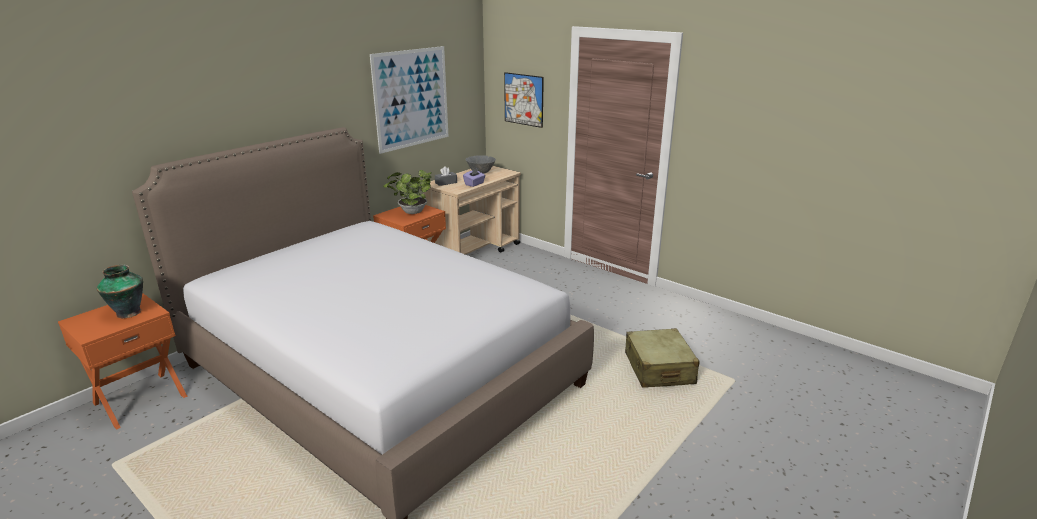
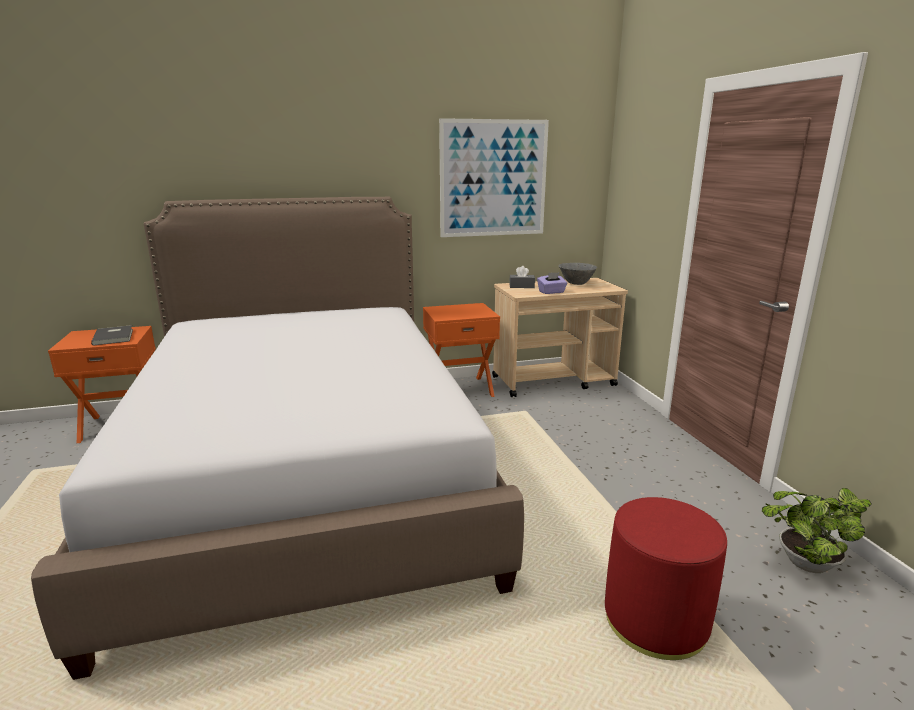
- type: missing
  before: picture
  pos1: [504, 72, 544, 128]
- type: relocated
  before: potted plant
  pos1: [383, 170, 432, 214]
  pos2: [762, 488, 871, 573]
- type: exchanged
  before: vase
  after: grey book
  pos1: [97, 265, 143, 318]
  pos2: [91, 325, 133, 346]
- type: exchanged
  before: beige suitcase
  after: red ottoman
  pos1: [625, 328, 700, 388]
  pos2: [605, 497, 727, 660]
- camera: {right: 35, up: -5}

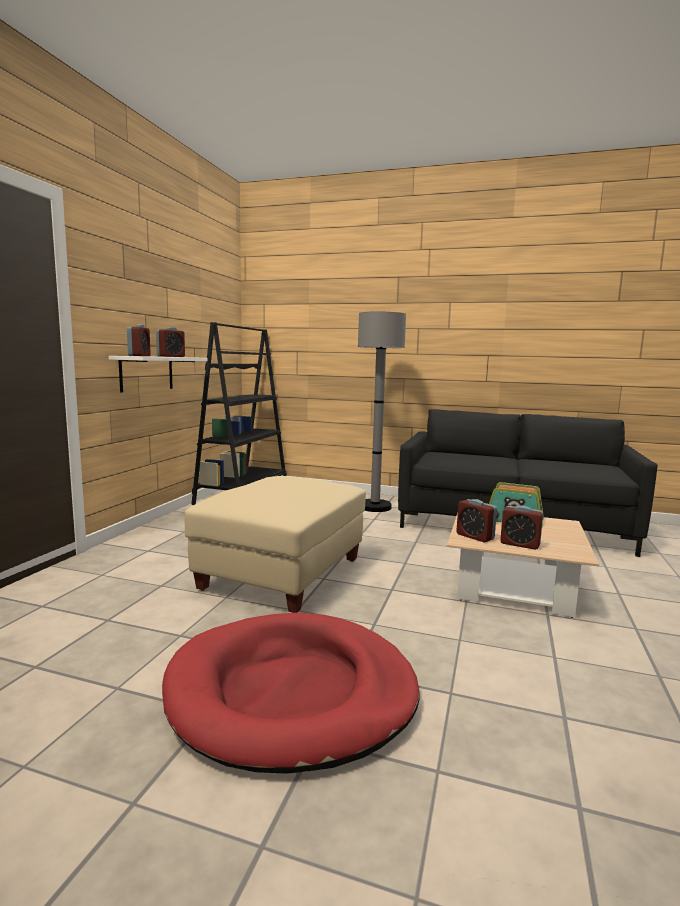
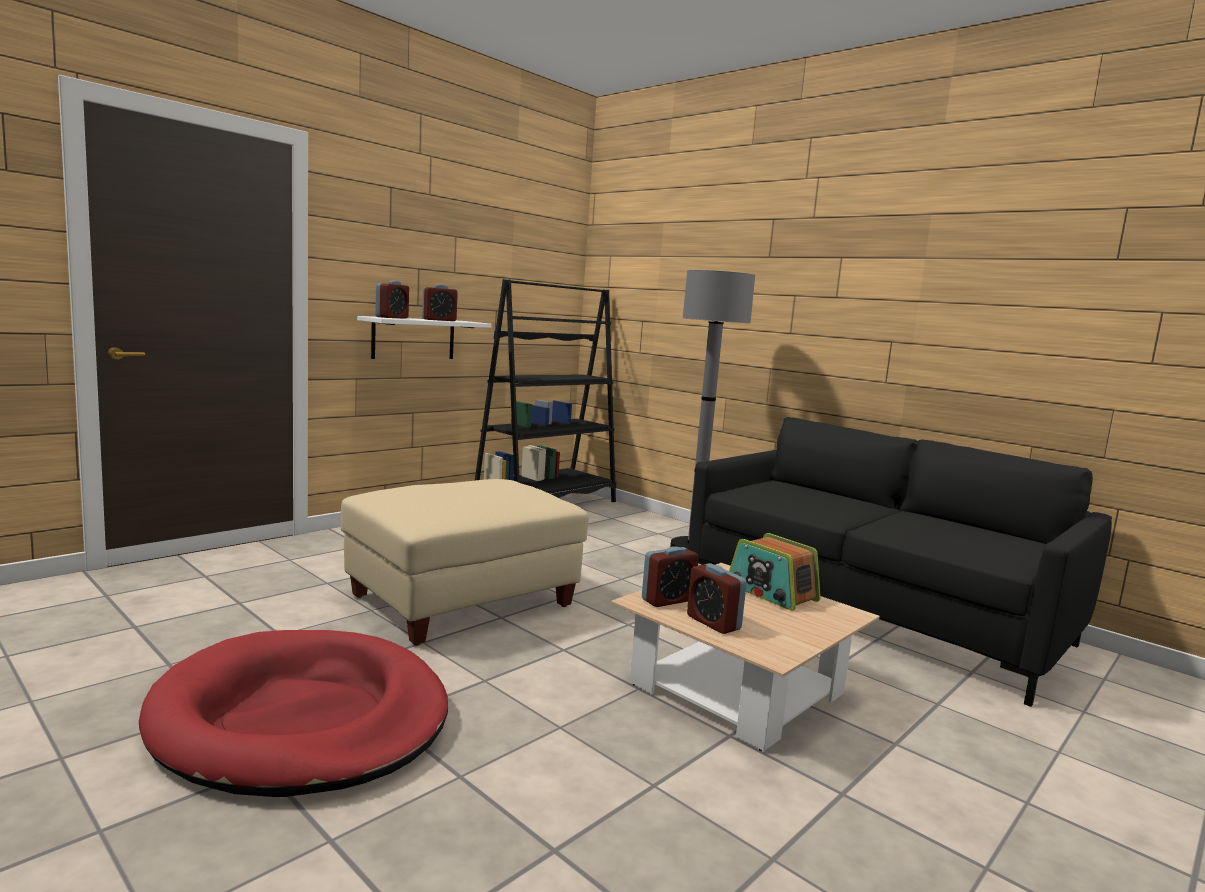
- type: spun
  before: alarm clock
  pos1: [456, 499, 497, 542]
  pos2: [642, 546, 699, 607]
  turn: -105
- camera: {right: 25, up: 0}

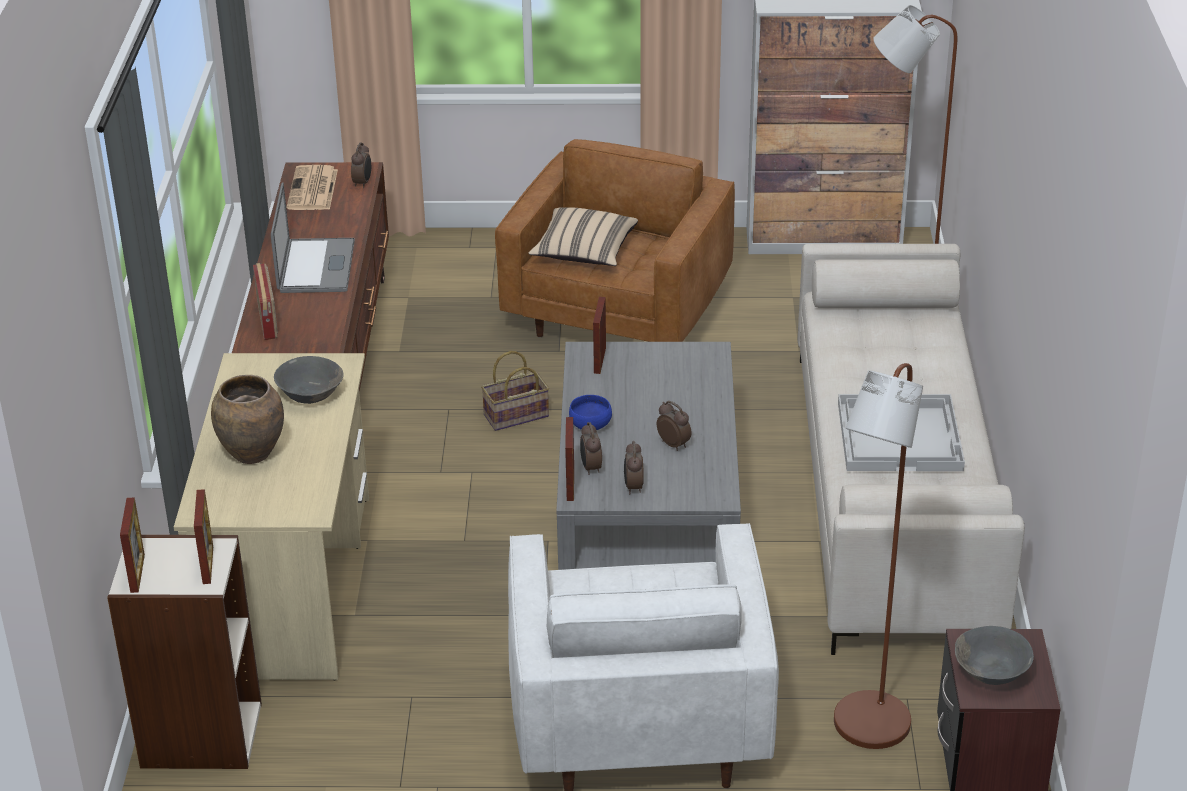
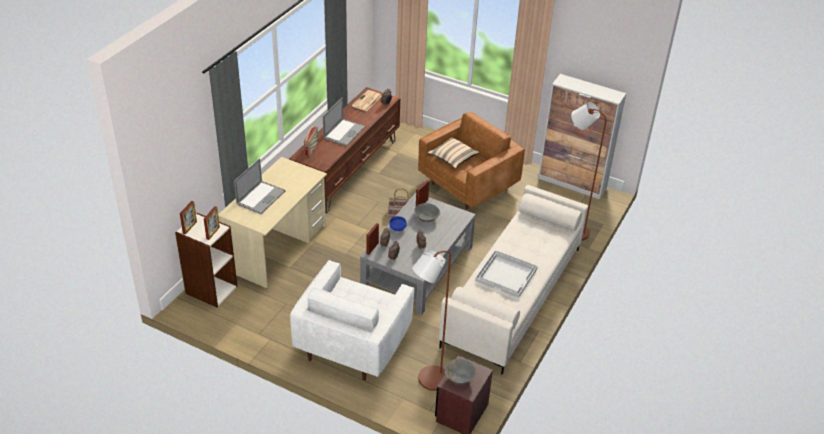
- type: relocated
  before: grey bowl
  pos1: [274, 356, 344, 404]
  pos2: [414, 203, 440, 222]
- type: exchanged
  before: brown vase
  after: laptop
  pos1: [211, 375, 284, 464]
  pos2: [234, 158, 286, 214]
- camera: {right: 25, up: 5}

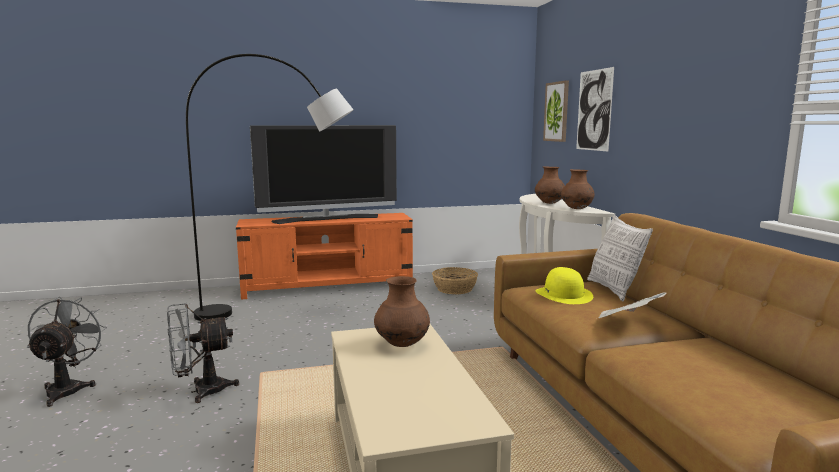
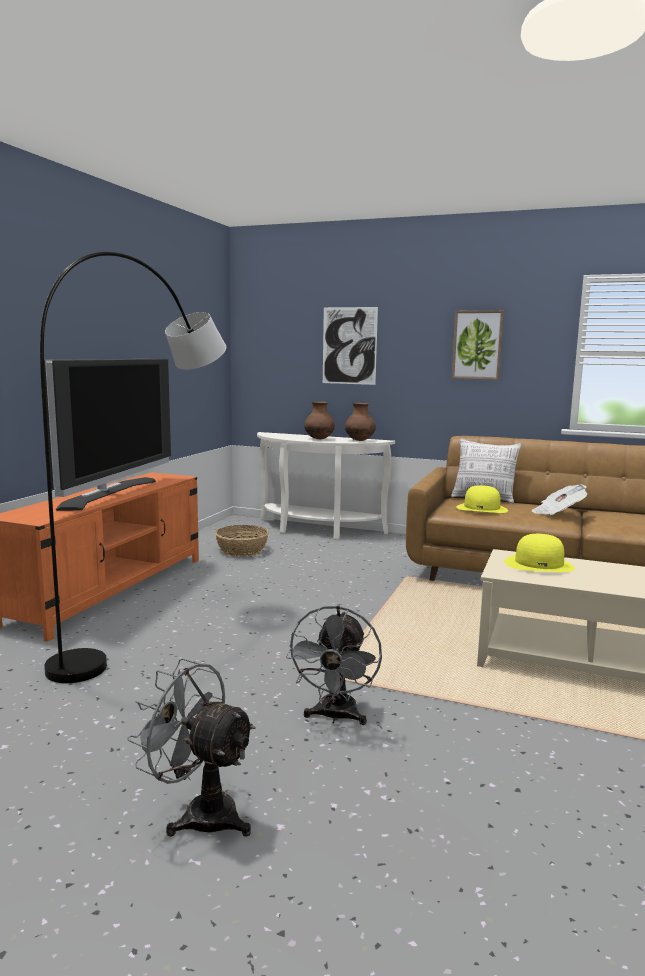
- type: relocated
  before: picture
  pos1: [543, 80, 569, 142]
  pos2: [452, 310, 504, 380]
- type: exchanged
  before: brown vase
  after: yellow hat
  pos1: [374, 276, 430, 347]
  pos2: [504, 534, 575, 572]
- camera: {right: -55, up: 0}

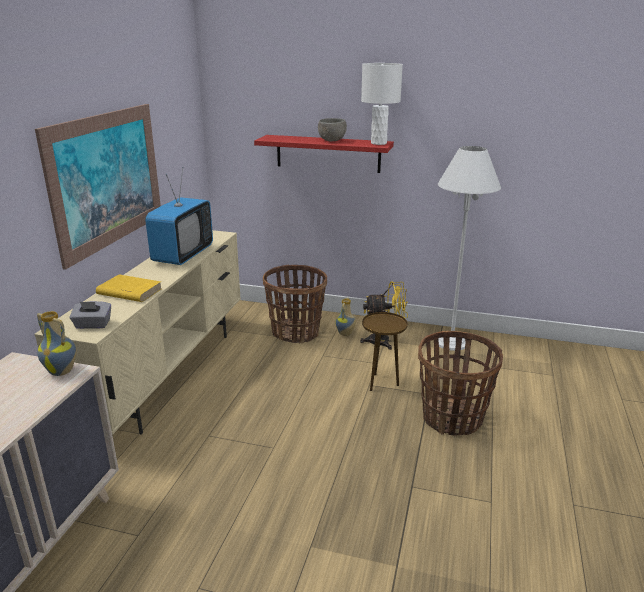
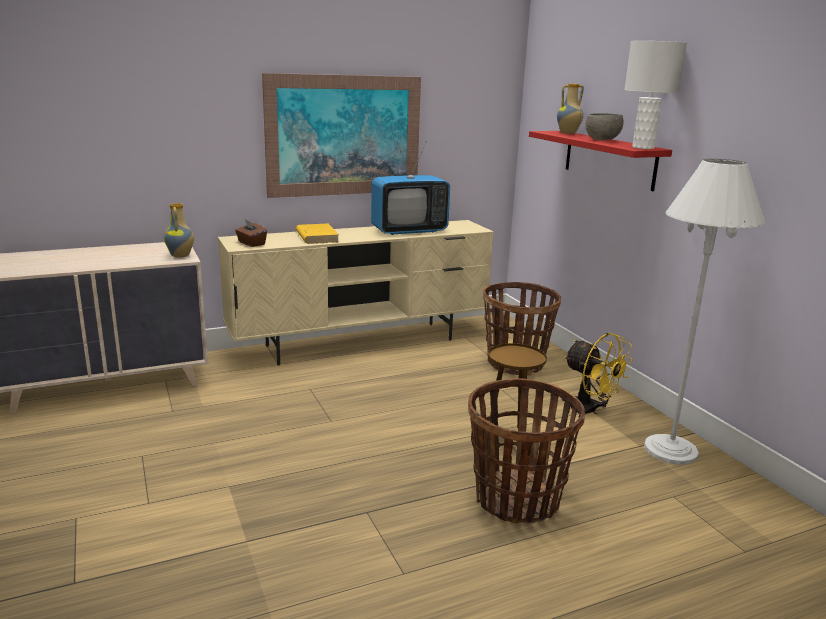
- type: relocated
  before: vase
  pos1: [335, 298, 356, 336]
  pos2: [557, 84, 584, 134]
- type: colour
  before: grey tissue box
  after: brown tissue box
  pos1: [69, 301, 111, 329]
  pos2: [235, 220, 267, 247]
- camera: {right: 50, up: -5}

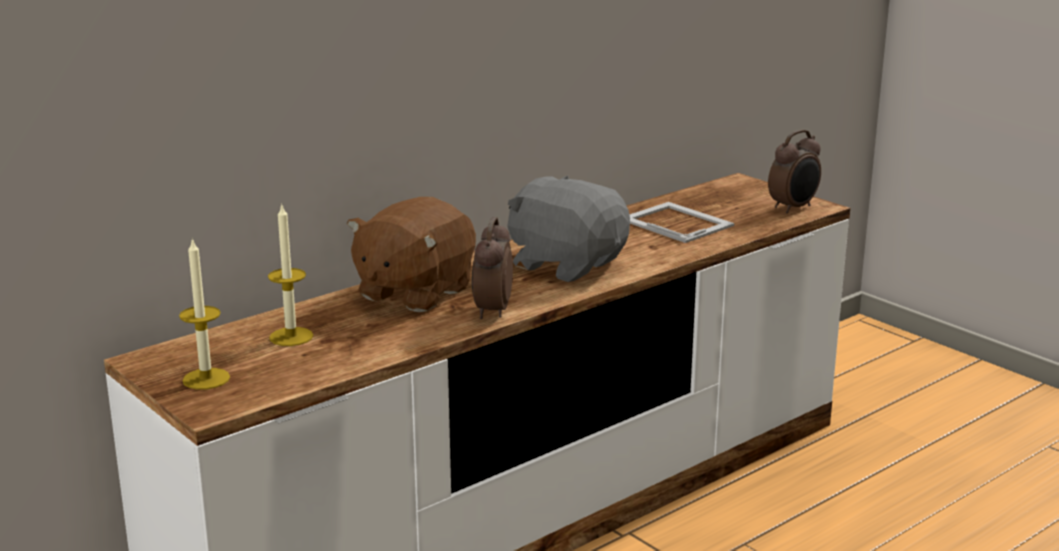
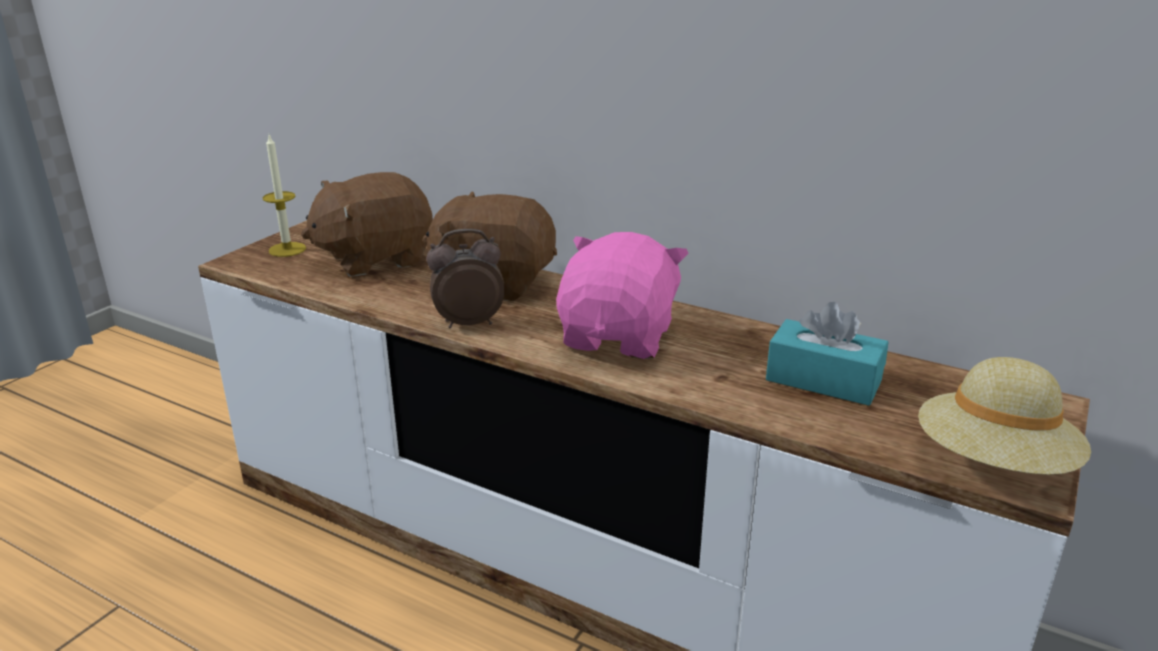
- type: exchanged
  before: candle
  after: brown plush toy
  pos1: [268, 205, 313, 346]
  pos2: [301, 172, 433, 277]
- type: exchanged
  before: picture frame
  after: turquoise tissue box
  pos1: [629, 202, 734, 243]
  pos2: [766, 302, 889, 406]
- type: exchanged
  before: alarm clock
  after: beige hat
  pos1: [768, 129, 821, 213]
  pos2: [918, 357, 1091, 475]
- type: colour
  before: grey plush toy
  after: pink plush toy
  pos1: [507, 175, 630, 282]
  pos2: [556, 232, 689, 359]
- camera: {right: 70, up: 5}

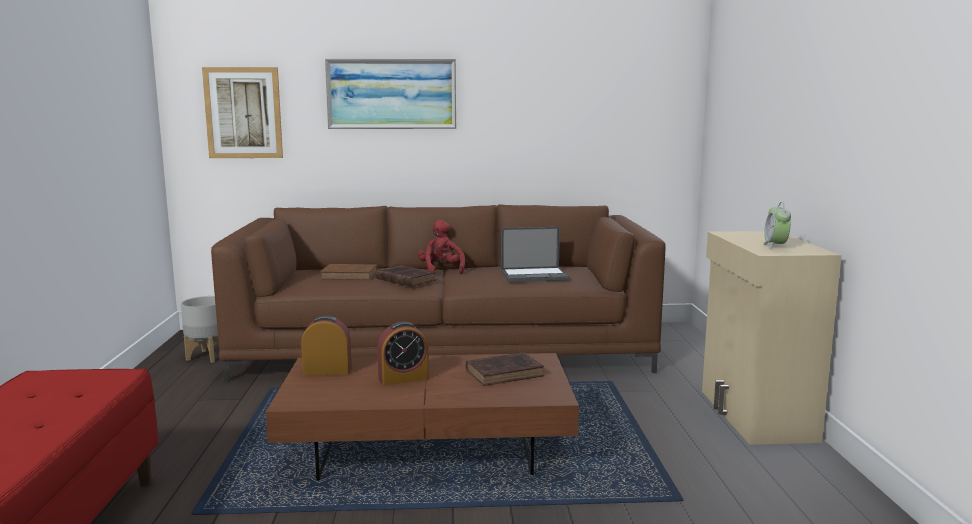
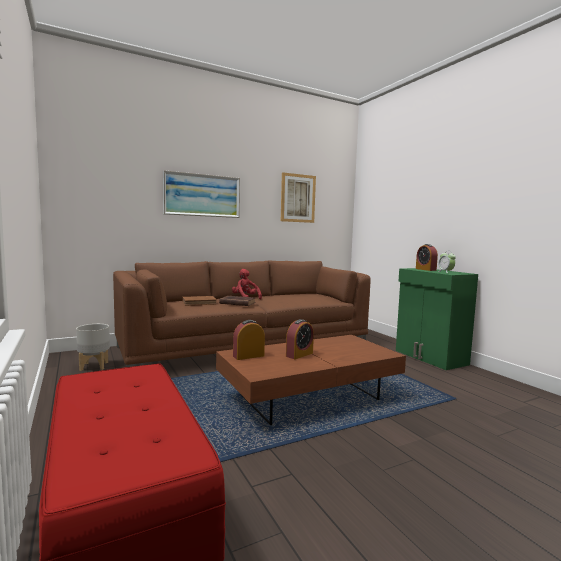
- type: missing
  before: brown book
  pos1: [466, 352, 544, 386]
- type: missing
  before: laptop
  pos1: [501, 227, 570, 282]
- type: appeared
  after: alarm clock
  pos2: [416, 244, 438, 271]
- type: relocated
  before: picture
  pos1: [202, 67, 283, 158]
  pos2: [281, 172, 316, 223]
- type: colour
  before: beige cabinet
  after: green cabinet
  pos1: [702, 231, 842, 445]
  pos2: [396, 268, 478, 370]
- camera: {right: -25, up: -5}

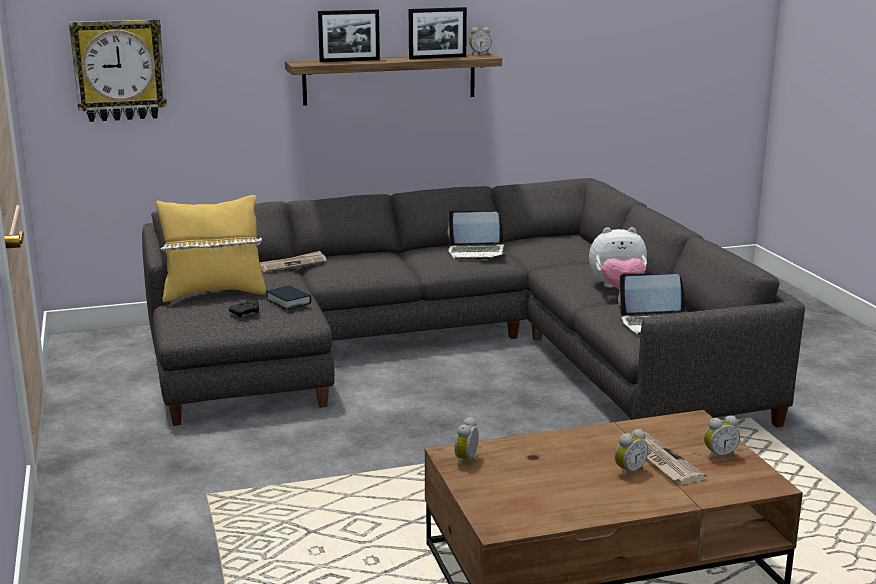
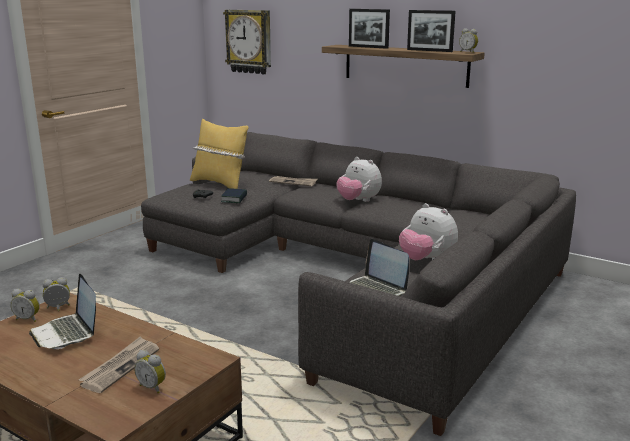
- type: appeared
  after: plush toy
  pos2: [336, 157, 382, 202]
- type: relocated
  before: laptop
  pos1: [448, 210, 506, 260]
  pos2: [29, 274, 96, 349]
- type: relocated
  before: alarm clock
  pos1: [615, 429, 648, 478]
  pos2: [10, 289, 40, 322]
- camera: {right: 50, up: 0}

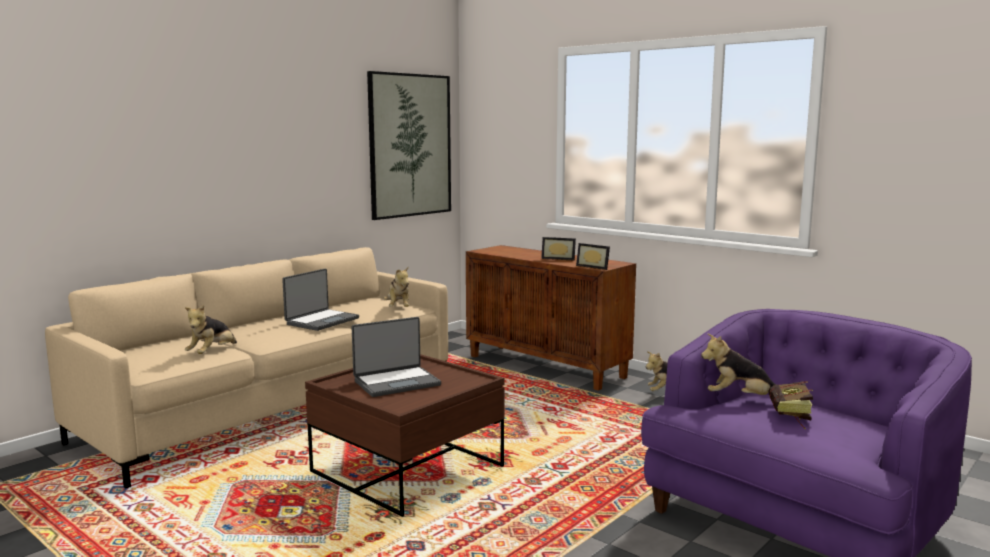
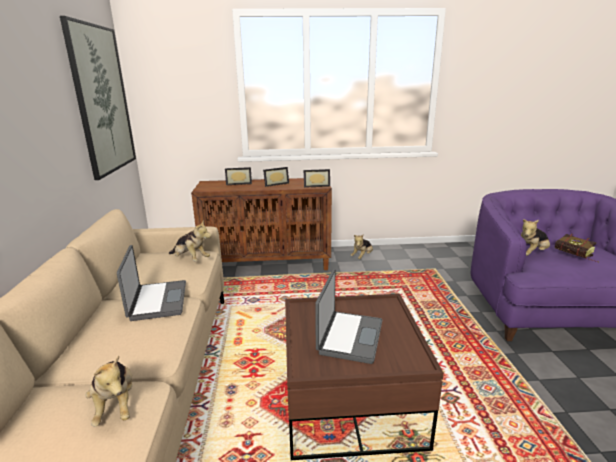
- type: appeared
  after: picture frame
  pos2: [225, 167, 252, 185]
- camera: {right: -45, up: 10}

